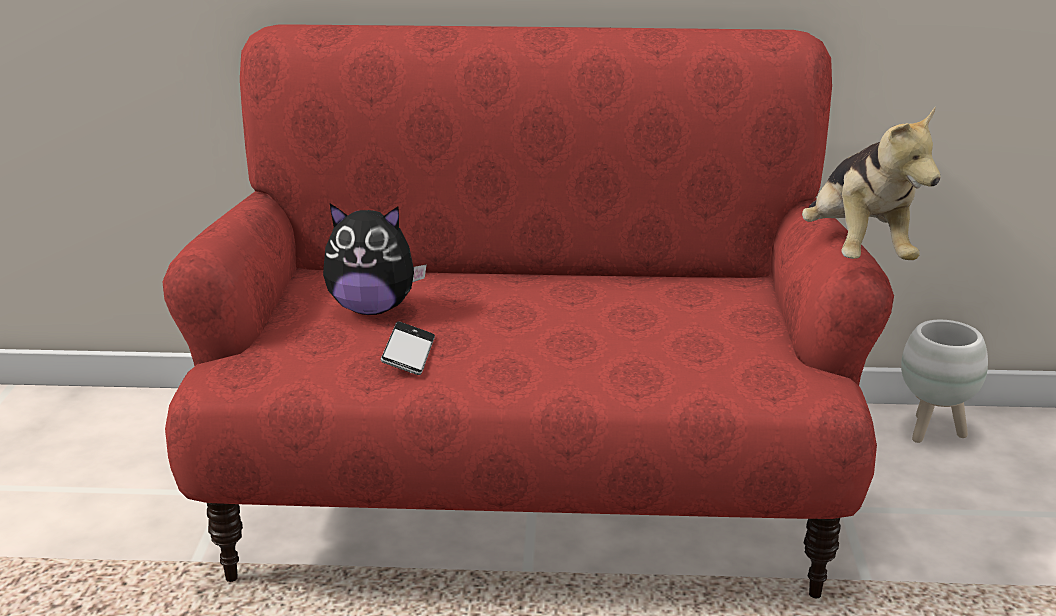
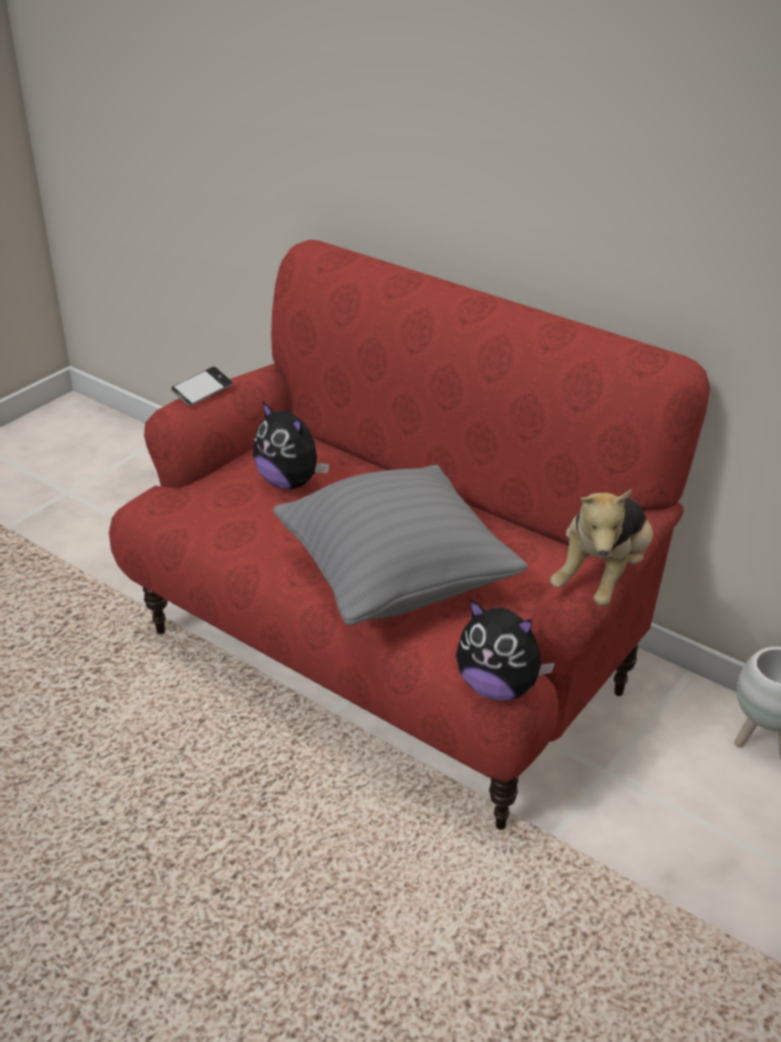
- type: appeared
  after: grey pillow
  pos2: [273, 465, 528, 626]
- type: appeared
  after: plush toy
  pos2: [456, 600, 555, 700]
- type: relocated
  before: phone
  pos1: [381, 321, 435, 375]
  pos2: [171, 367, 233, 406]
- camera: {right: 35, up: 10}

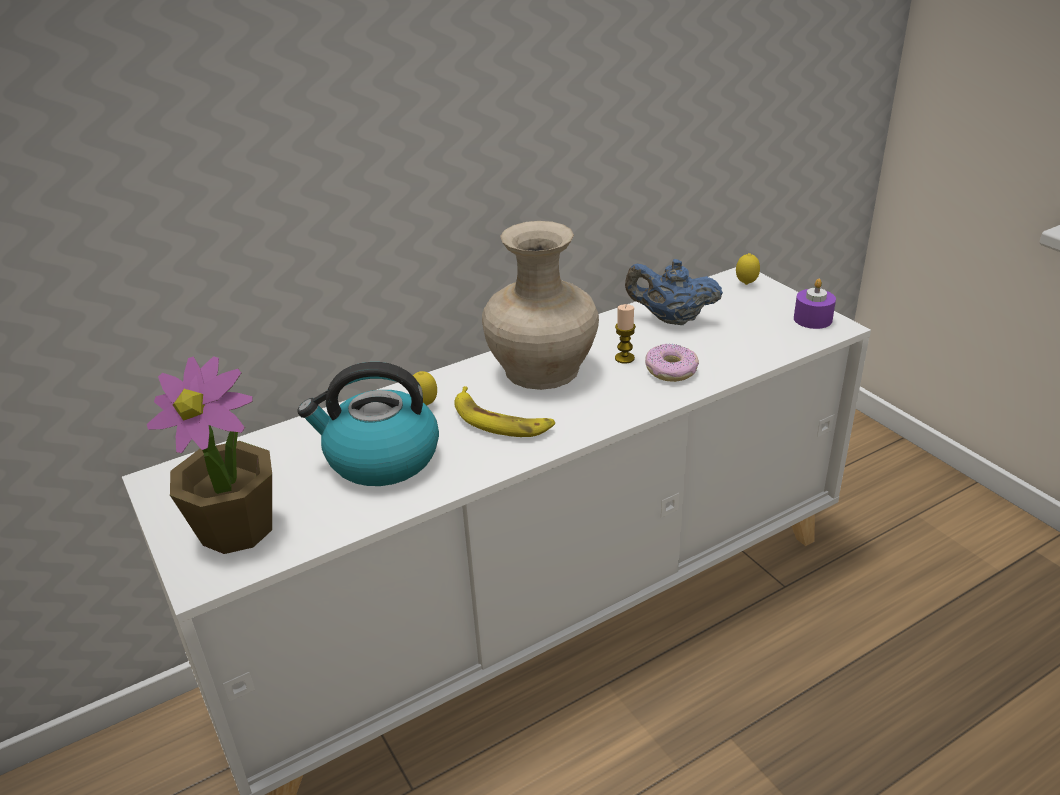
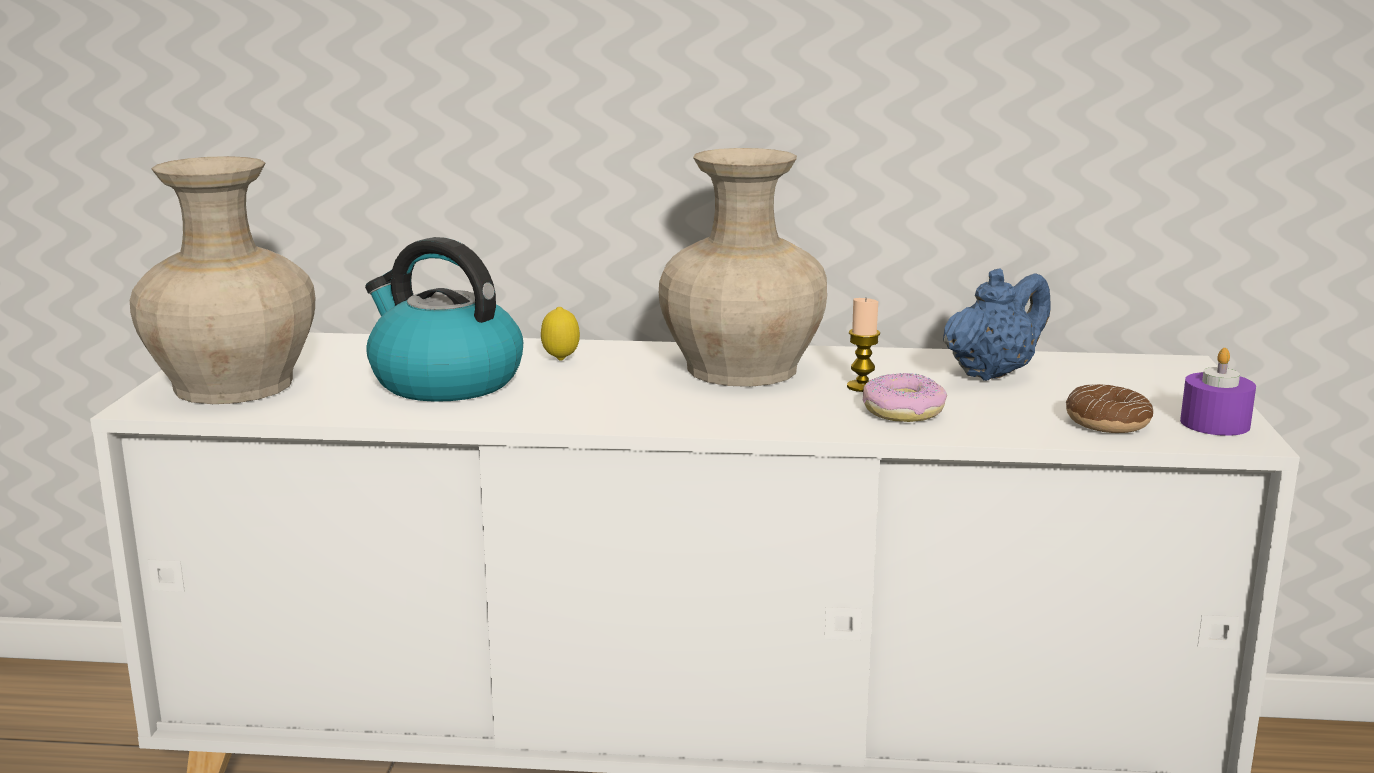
- type: missing
  before: banana
  pos1: [454, 386, 555, 437]
- type: missing
  before: lemon
  pos1: [736, 253, 760, 285]
- type: appeared
  after: donut
  pos2: [1066, 384, 1153, 433]
- type: exchanged
  before: potted plant
  after: beige vase
  pos1: [147, 356, 272, 554]
  pos2: [130, 156, 315, 404]
- type: spun
  before: blue teapot
  pos1: [625, 259, 723, 325]
  pos2: [943, 268, 1051, 381]
  turn: 90
- camera: {right: 35, up: -15}

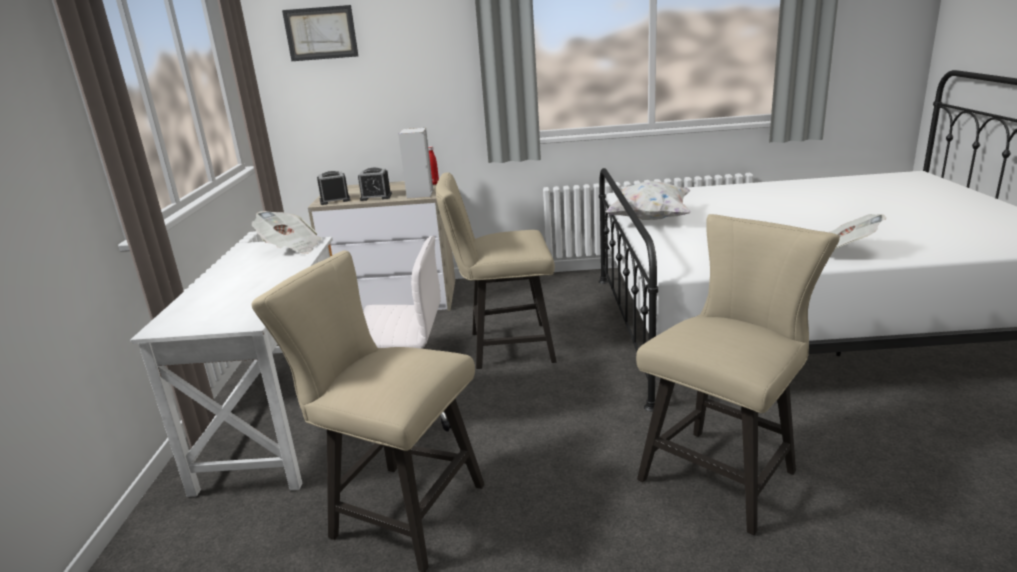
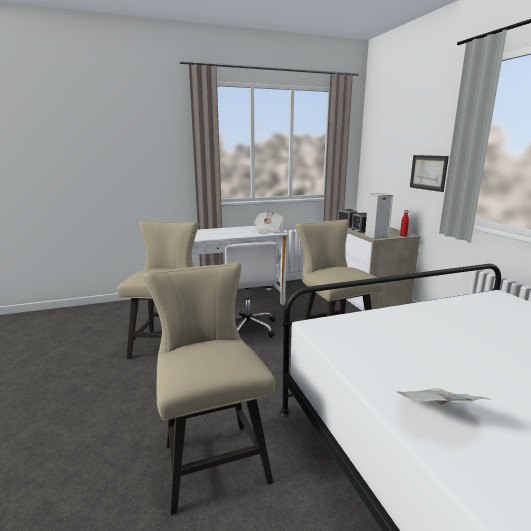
- type: missing
  before: white pillow
  pos1: [605, 181, 691, 220]
- type: relocated
  before: picture
  pos1: [282, 5, 358, 61]
  pos2: [410, 155, 449, 192]
- type: spun
  before: beige chair
  pos1: [636, 214, 840, 535]
  pos2: [143, 263, 275, 515]
  turn: -135
- camera: {right: 70, up: -5}

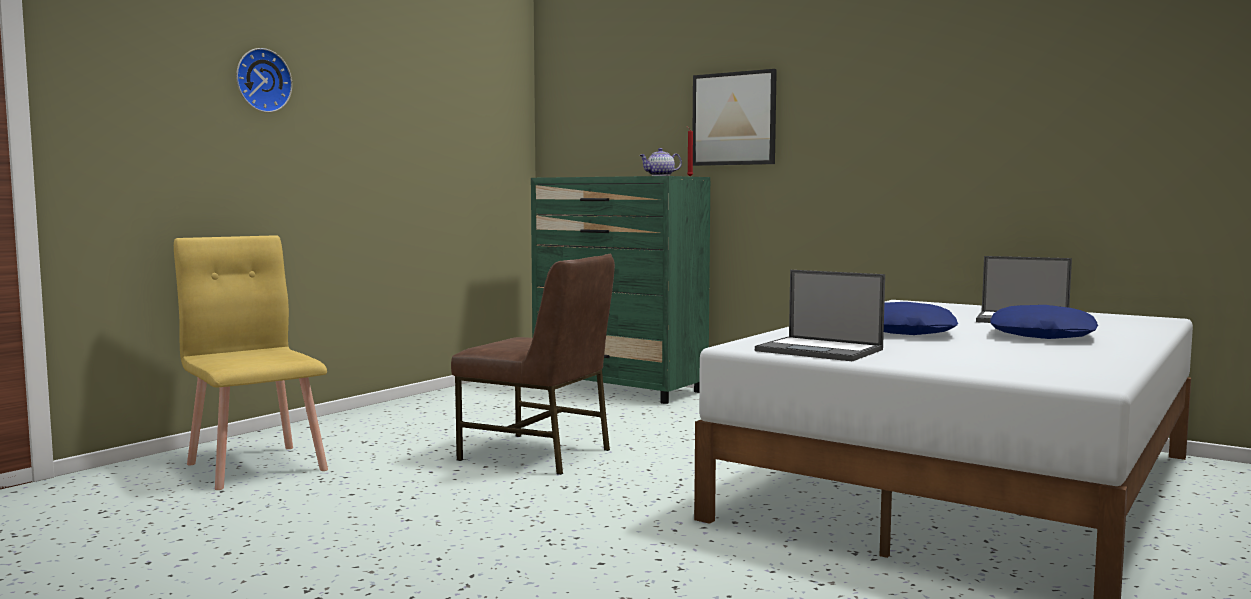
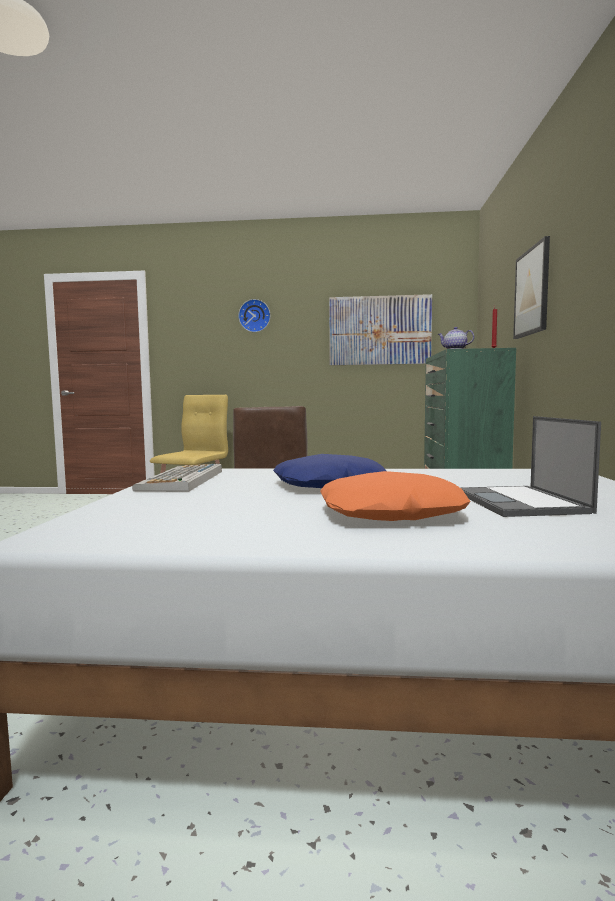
- type: appeared
  after: picture
  pos2: [329, 294, 432, 365]
- type: exchanged
  before: laptop
  after: keyboard
  pos1: [755, 270, 885, 361]
  pos2: [132, 464, 222, 491]
- type: colour
  before: blue pillow
  after: orange pillow
  pos1: [990, 305, 1098, 339]
  pos2: [320, 471, 471, 521]
- camera: {right: 60, up: 0}

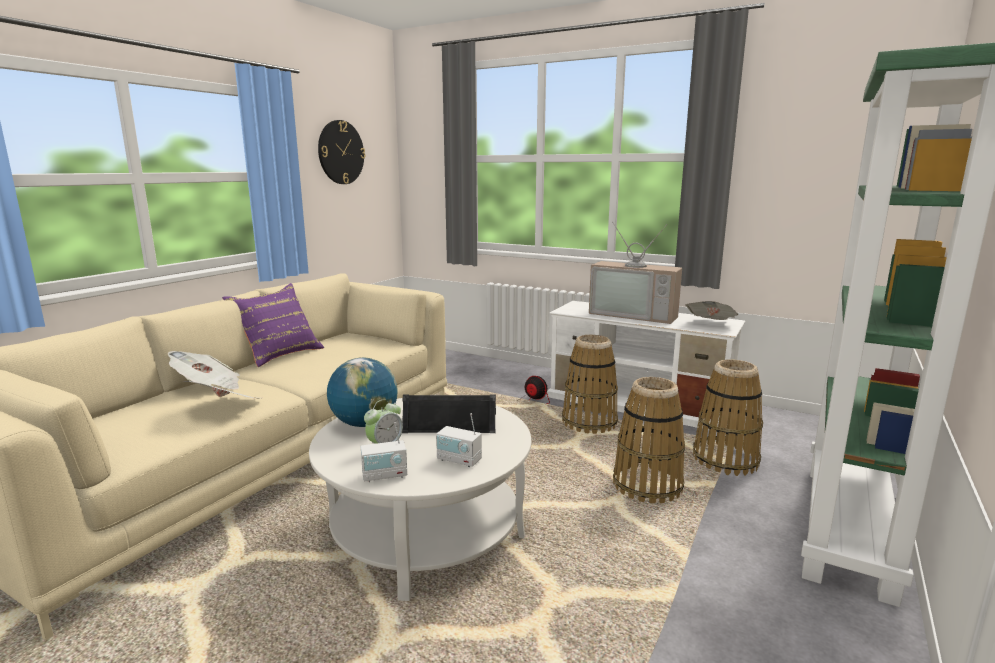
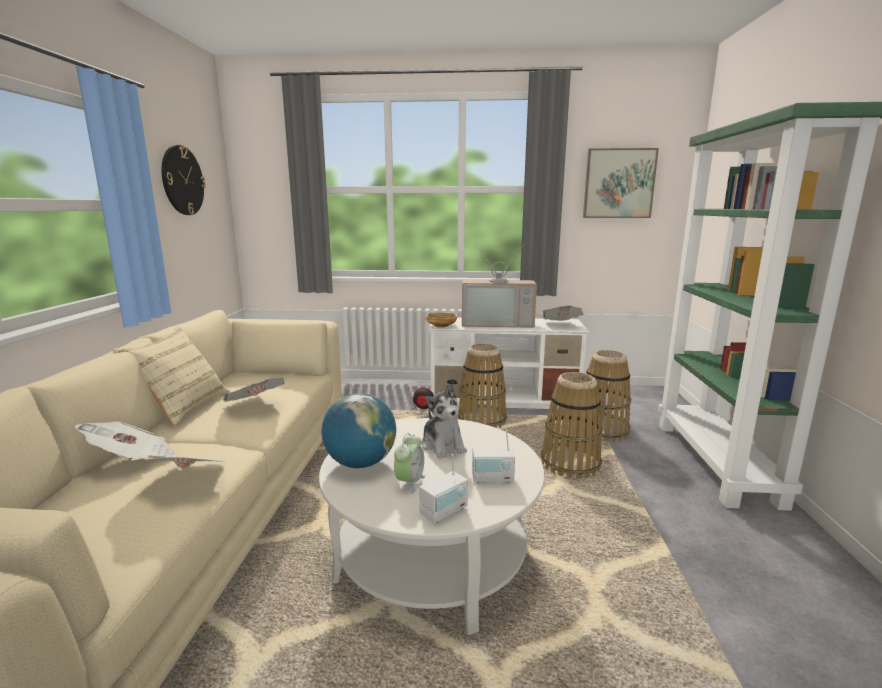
- type: appeared
  after: newspaper
  pos2: [223, 378, 284, 402]
- type: appeared
  after: beige bowl
  pos2: [426, 312, 458, 328]
- type: appeared
  after: picture
  pos2: [583, 148, 659, 218]
- type: exchanged
  before: black speaker
  after: plush toy
  pos1: [402, 394, 496, 433]
  pos2: [421, 384, 467, 459]
- type: colour
  before: purple pillow
  after: beige pillow
  pos1: [222, 283, 324, 367]
  pos2: [113, 325, 230, 426]
- camera: {right: -25, up: 0}

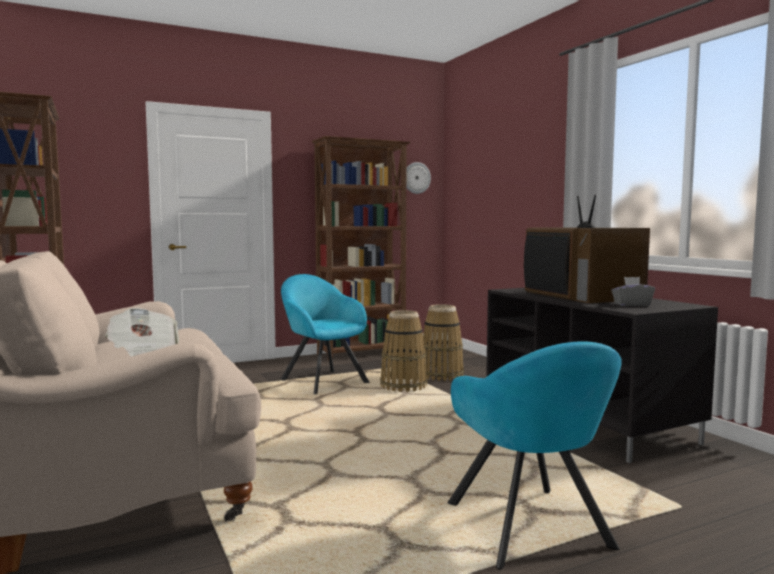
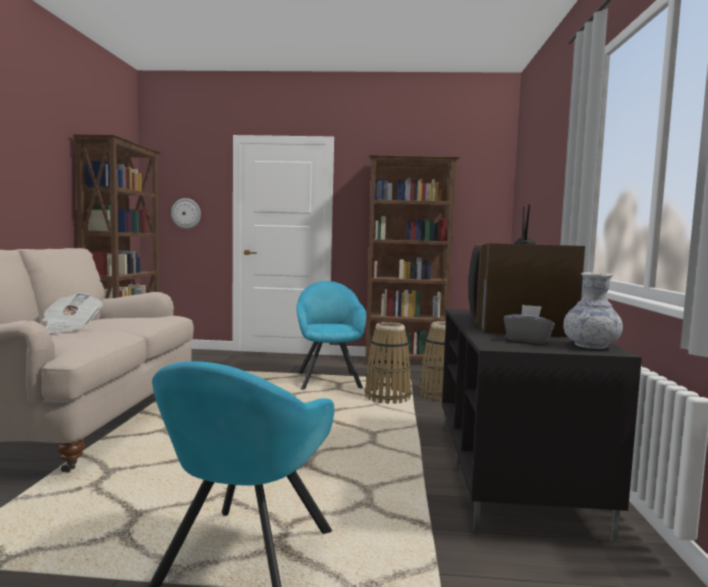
- type: appeared
  after: vase
  pos2: [563, 272, 623, 349]
- type: relocated
  before: wall clock
  pos1: [406, 162, 431, 194]
  pos2: [171, 198, 201, 229]
- camera: {right: 30, up: 0}

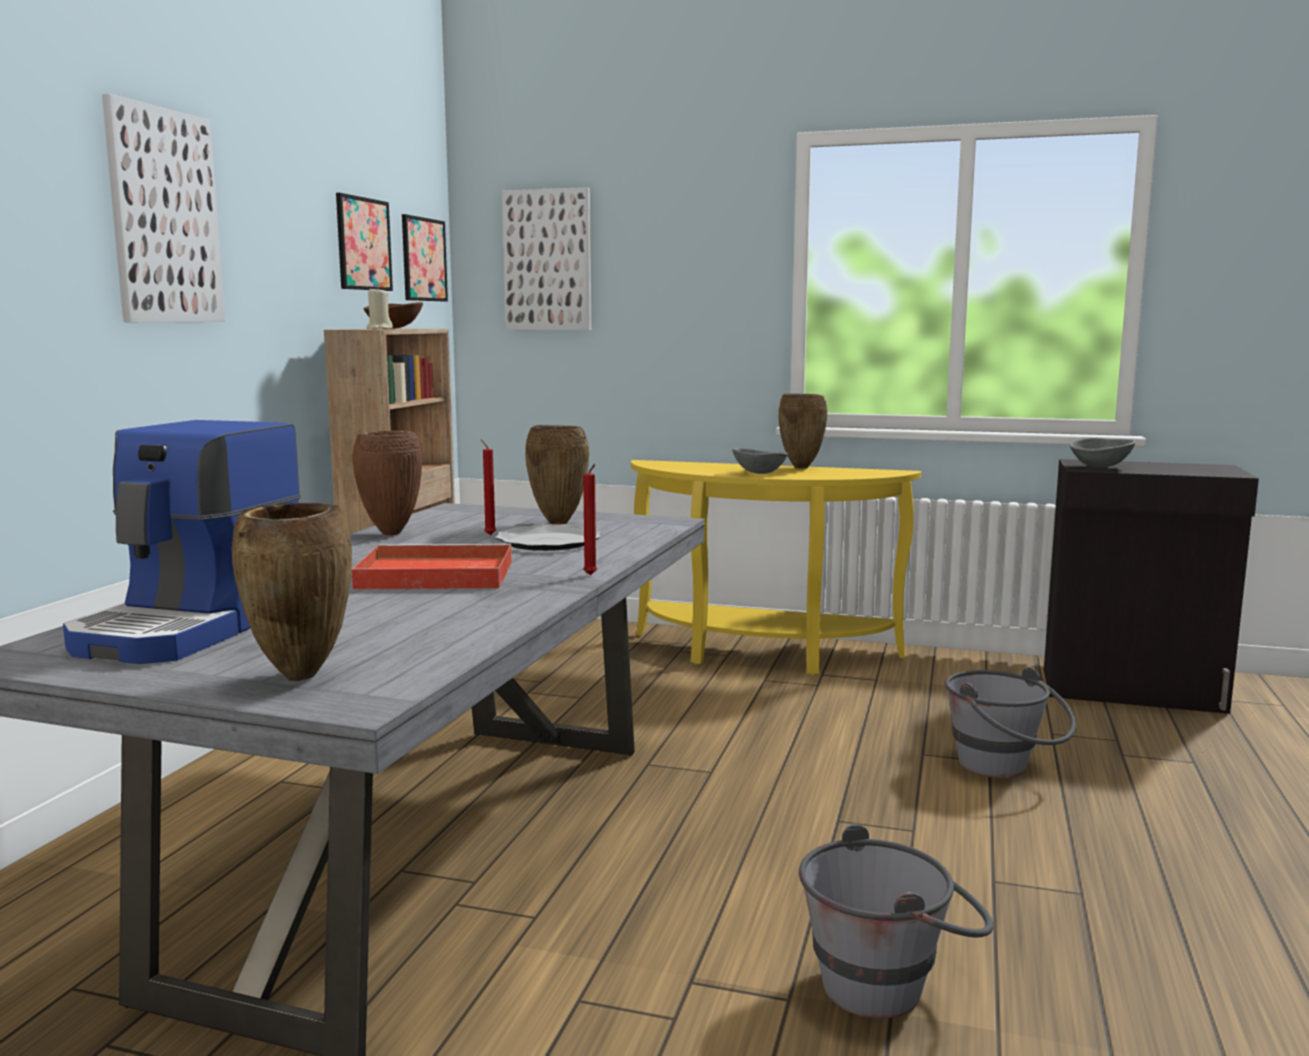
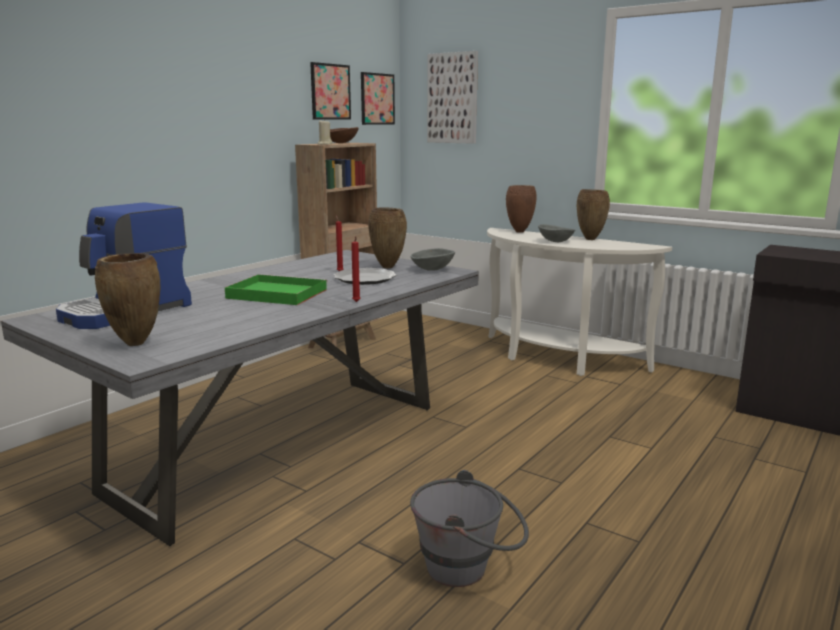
- type: missing
  before: picture
  pos1: [102, 94, 226, 322]
- type: missing
  before: grey bucket
  pos1: [945, 667, 1076, 778]
- type: relocated
  before: brown vase
  pos1: [353, 431, 422, 535]
  pos2: [506, 185, 537, 233]
- type: relocated
  before: grey bowl
  pos1: [1069, 438, 1135, 468]
  pos2: [411, 248, 455, 271]
- type: colour
  before: red tray
  after: green tray
  pos1: [351, 544, 512, 590]
  pos2: [225, 274, 327, 305]
- type: colour
  before: yellow console table
  after: white console table
  pos1: [631, 460, 922, 675]
  pos2: [487, 228, 672, 376]
- camera: {right: 20, up: 5}

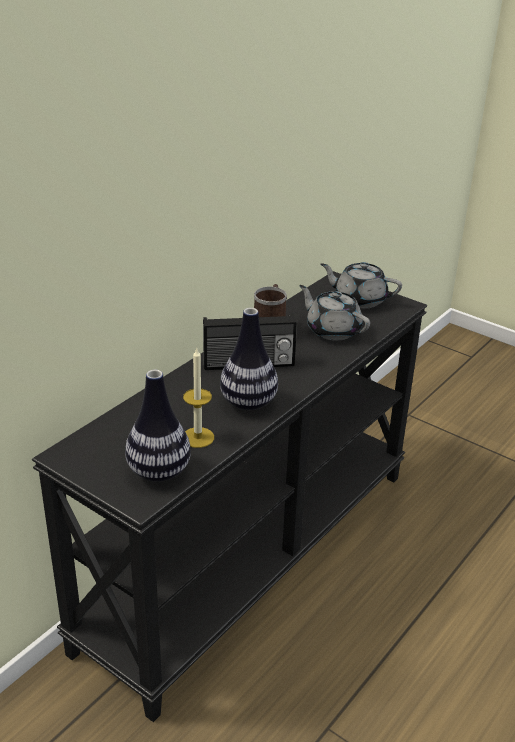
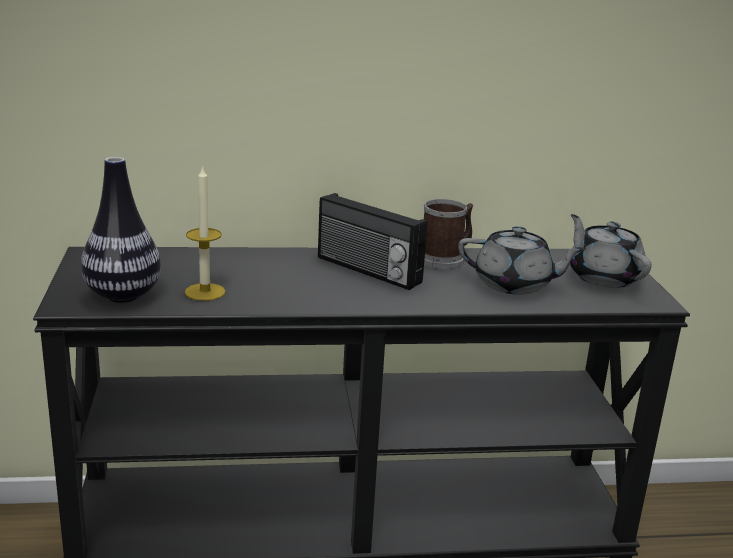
- type: missing
  before: vase
  pos1: [220, 308, 278, 410]
- type: spun
  before: grey teapot
  pos1: [299, 285, 370, 341]
  pos2: [458, 226, 586, 295]
  turn: 105
- camera: {right: 45, up: -10}

